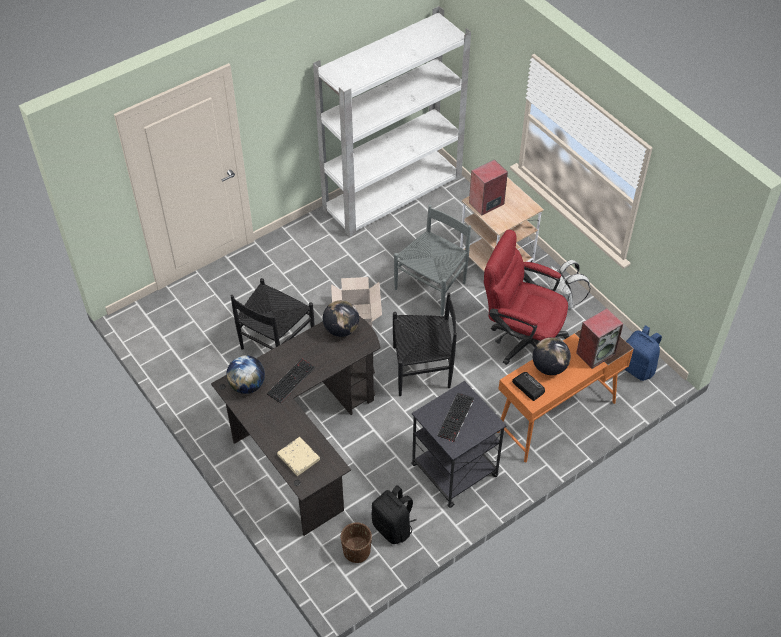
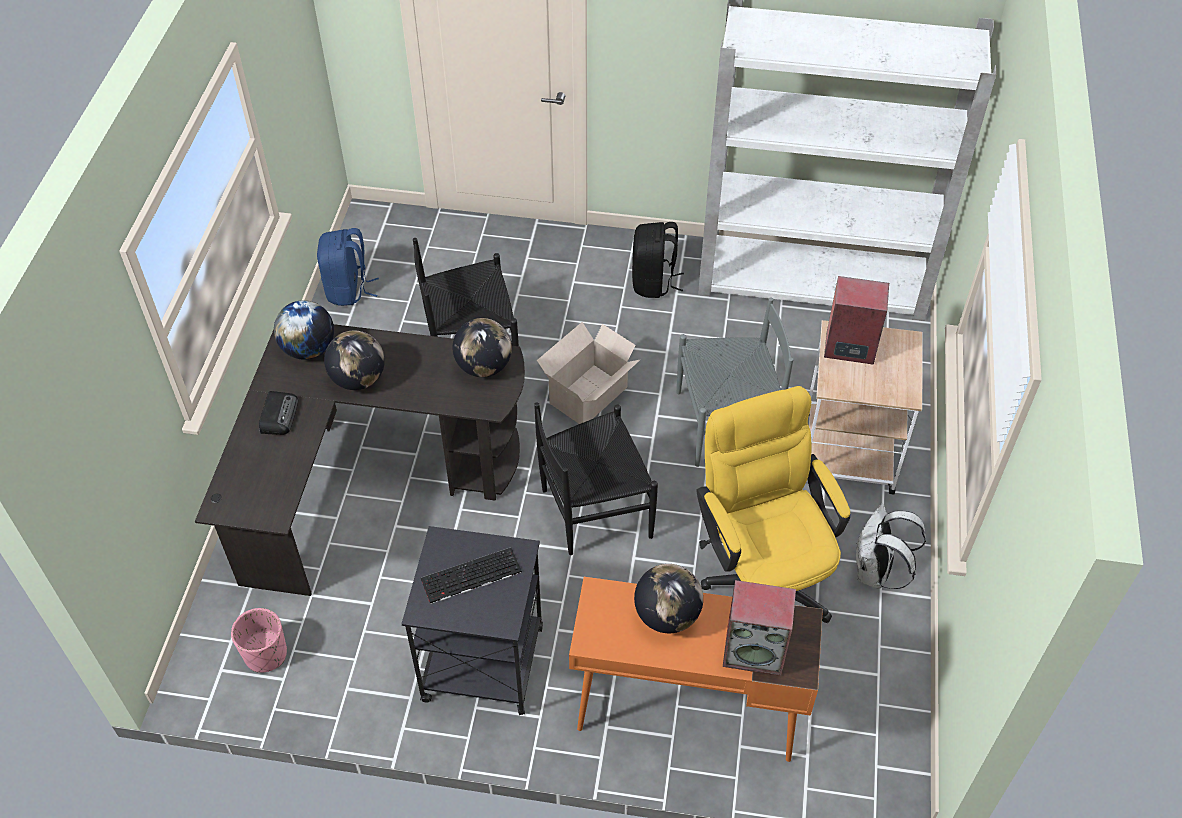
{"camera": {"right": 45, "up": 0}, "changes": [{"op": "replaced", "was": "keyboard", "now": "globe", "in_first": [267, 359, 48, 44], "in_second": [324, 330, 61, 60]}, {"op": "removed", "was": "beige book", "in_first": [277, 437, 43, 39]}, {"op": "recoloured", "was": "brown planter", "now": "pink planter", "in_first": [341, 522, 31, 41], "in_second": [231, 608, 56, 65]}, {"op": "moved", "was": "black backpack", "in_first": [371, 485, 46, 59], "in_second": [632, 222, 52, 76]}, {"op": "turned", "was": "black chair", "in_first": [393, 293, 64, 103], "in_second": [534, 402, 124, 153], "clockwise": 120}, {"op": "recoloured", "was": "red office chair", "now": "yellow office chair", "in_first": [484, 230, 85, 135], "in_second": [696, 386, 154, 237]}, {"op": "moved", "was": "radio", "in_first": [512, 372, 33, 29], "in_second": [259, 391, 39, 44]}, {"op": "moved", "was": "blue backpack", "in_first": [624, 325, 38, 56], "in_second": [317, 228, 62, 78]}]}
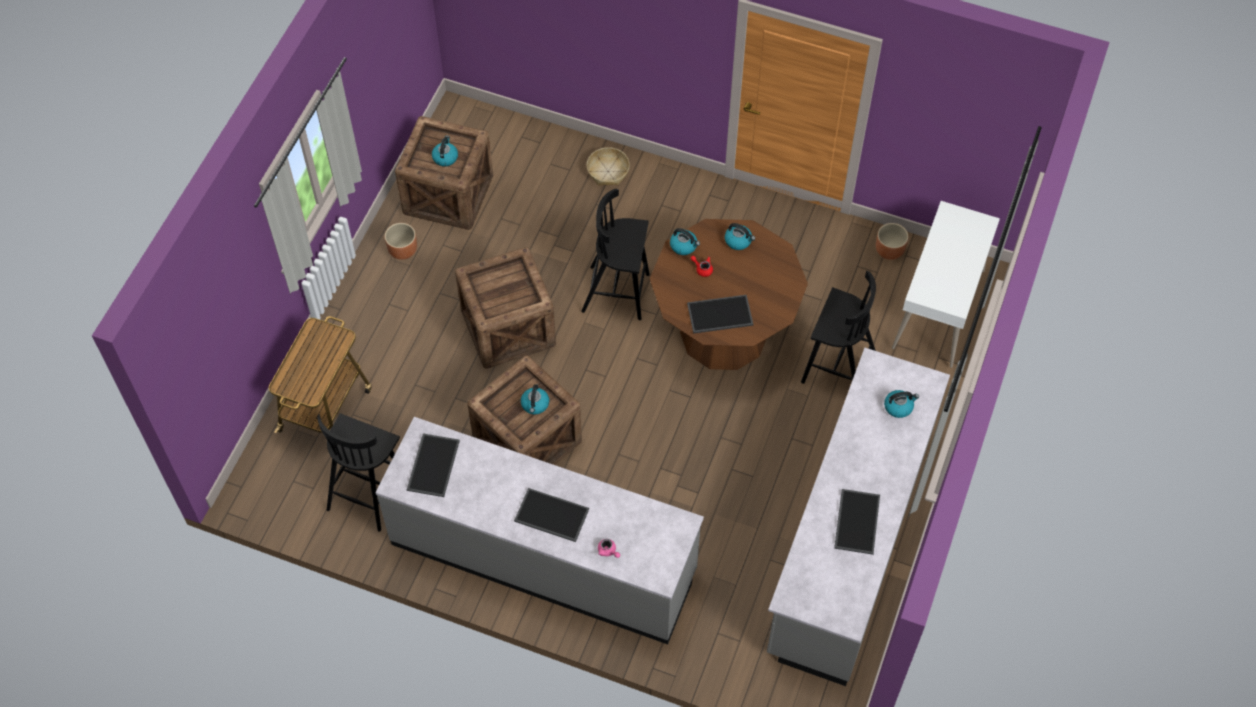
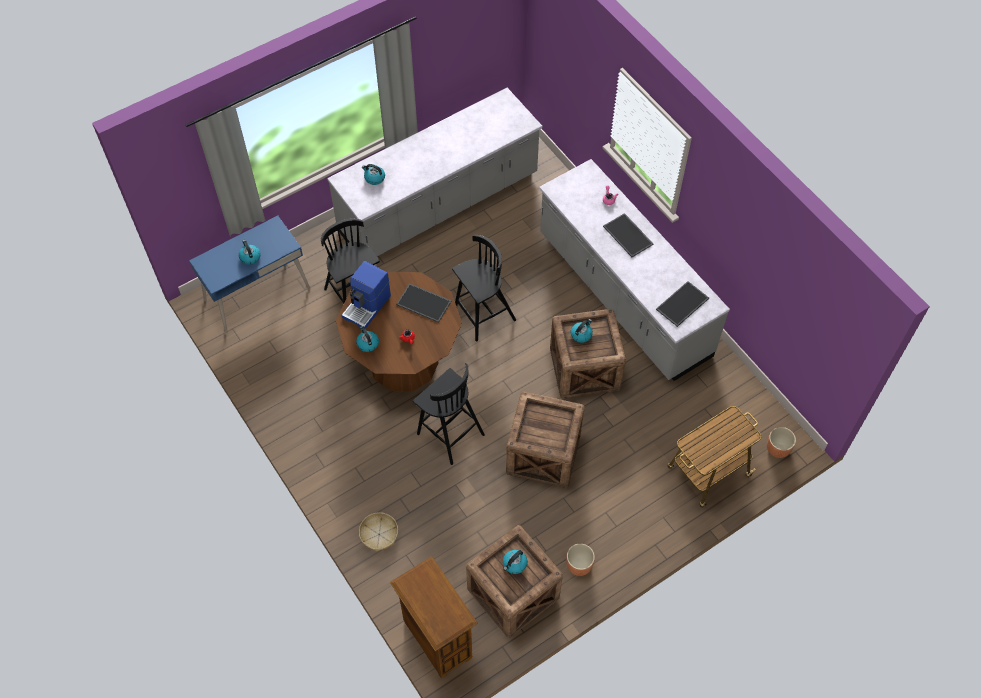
{"camera": {"right": -145, "up": 0}, "changes": [{"op": "moved", "was": "black stool", "in_first": [317, 413, 83, 119], "in_second": [452, 235, 64, 106]}, {"op": "moved", "was": "kettle", "in_first": [670, 228, 30, 27], "in_second": [239, 240, 22, 25]}, {"op": "removed", "was": "tray", "in_first": [834, 489, 46, 66]}, {"op": "moved", "was": "brown planter", "in_first": [876, 223, 33, 37], "in_second": [767, 427, 29, 31]}, {"op": "recoloured", "was": "white desk", "now": "blue desk", "in_first": [892, 201, 108, 167], "in_second": [189, 215, 121, 119]}, {"op": "added", "now": "coffee machine", "in_second": [342, 261, 49, 68]}, {"op": "added", "now": "brown cabinet", "in_second": [390, 556, 88, 123]}]}
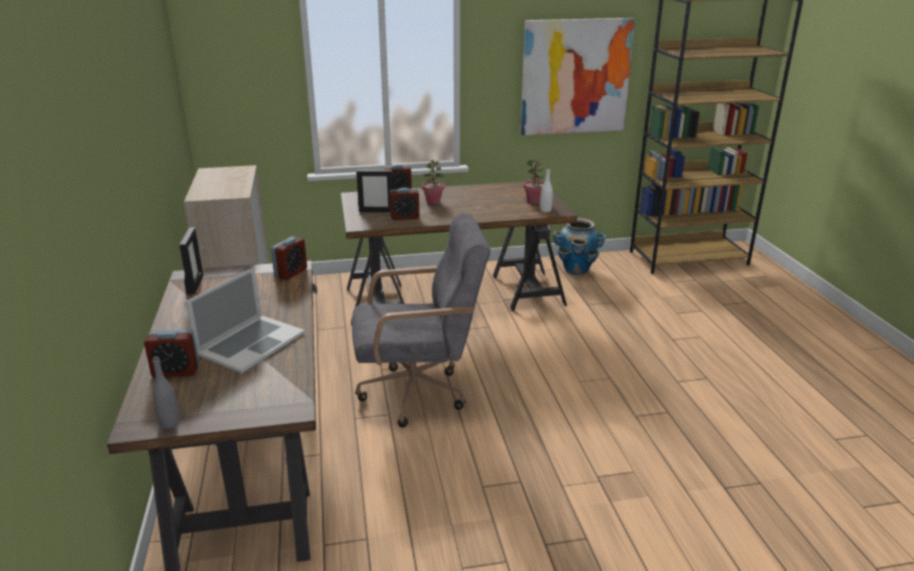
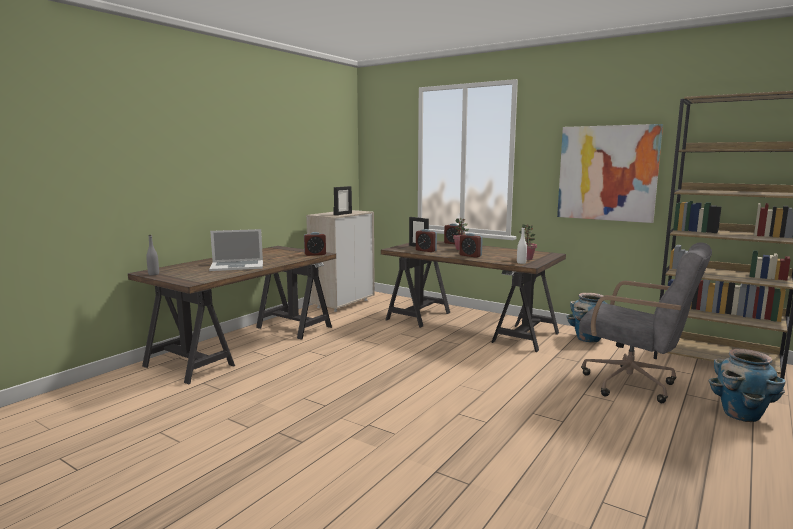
{"camera": {"right": 45, "up": -15}, "changes": [{"op": "moved", "was": "alarm clock", "in_first": [144, 329, 55, 48], "in_second": [460, 233, 23, 25]}, {"op": "moved", "was": "picture frame", "in_first": [179, 227, 24, 68], "in_second": [333, 186, 19, 29]}, {"op": "moved", "was": "grey office chair", "in_first": [352, 213, 139, 215], "in_second": [579, 242, 133, 161]}, {"op": "added", "now": "planter", "in_second": [709, 349, 77, 73]}]}
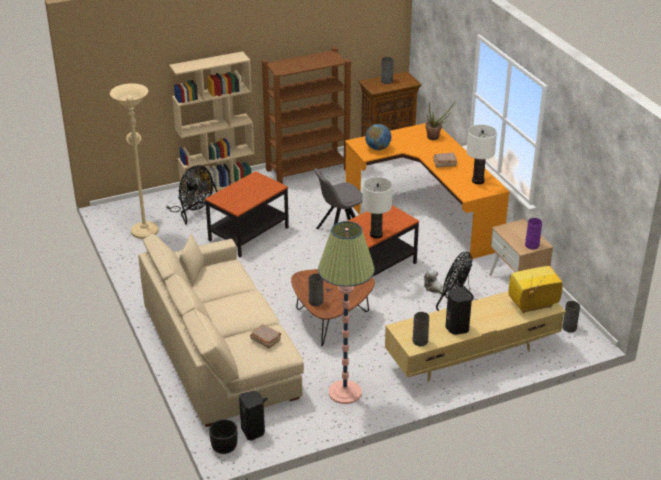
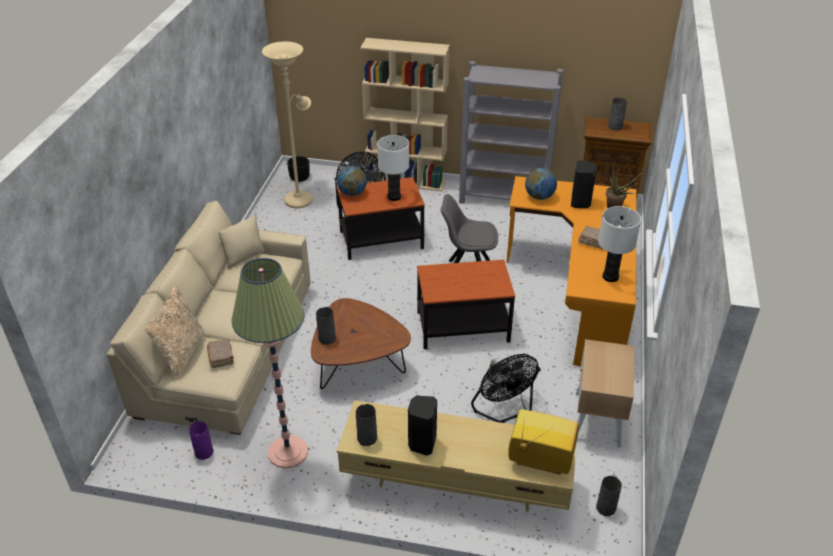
{"camera": {"right": 35, "up": 5}, "changes": [{"op": "moved", "was": "black planter", "in_first": [209, 419, 28, 35], "in_second": [287, 156, 23, 26]}, {"op": "moved", "was": "black speaker", "in_first": [239, 391, 26, 50], "in_second": [571, 160, 26, 48]}, {"op": "recoloured", "was": "brown bookcase", "now": "grey bookcase", "in_first": [262, 47, 89, 137], "in_second": [459, 61, 104, 143]}, {"op": "moved", "was": "white table lamp", "in_first": [363, 177, 30, 61], "in_second": [377, 135, 32, 66]}, {"op": "moved", "was": "purple vase", "in_first": [525, 218, 17, 32], "in_second": [189, 421, 24, 39]}, {"op": "added", "now": "beige pillow", "in_second": [145, 286, 60, 91]}, {"op": "added", "now": "globe", "in_second": [337, 166, 30, 30]}]}
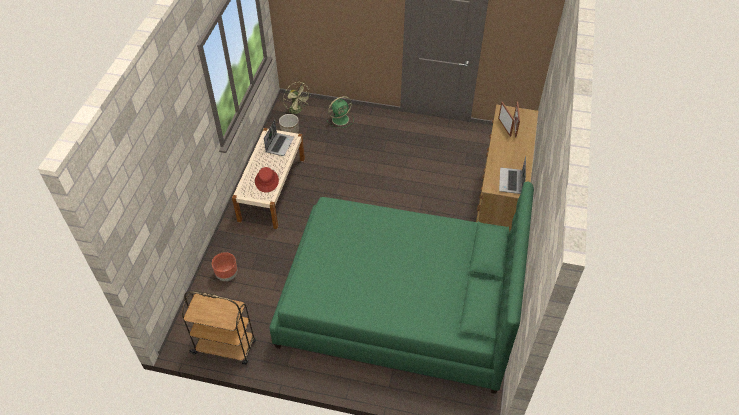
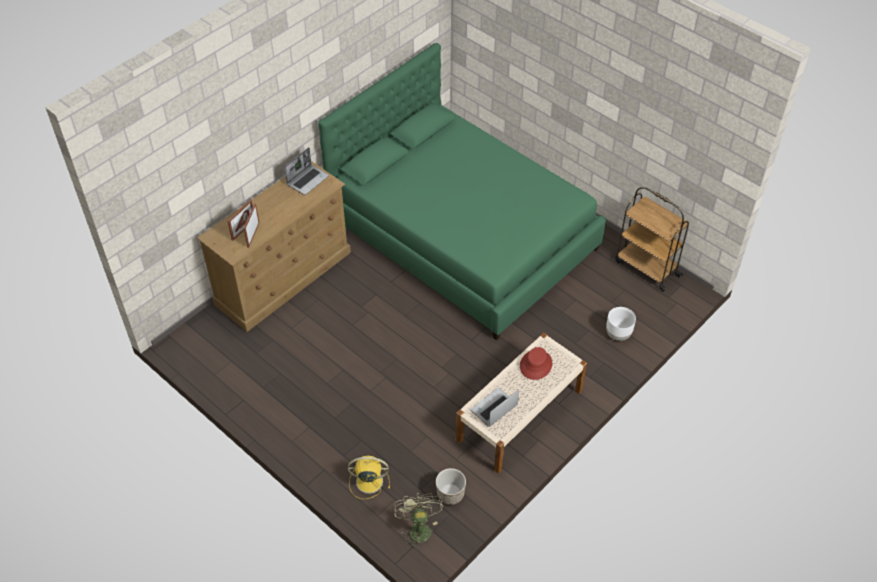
{"camera": {"right": -150, "up": 0}, "changes": [{"op": "recoloured", "was": "brown planter", "now": "white planter", "in_first": [212, 252, 25, 29], "in_second": [606, 307, 30, 34]}, {"op": "recoloured", "was": "green fan", "now": "yellow fan", "in_first": [327, 96, 27, 32], "in_second": [348, 456, 42, 43]}]}
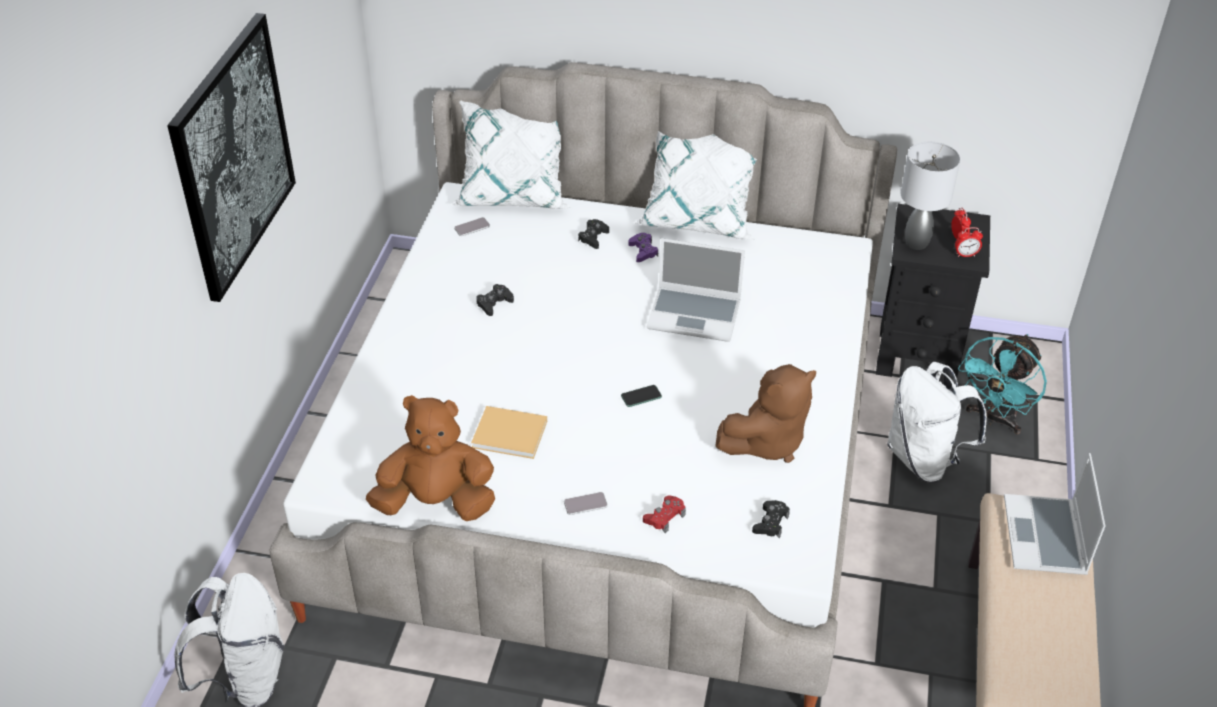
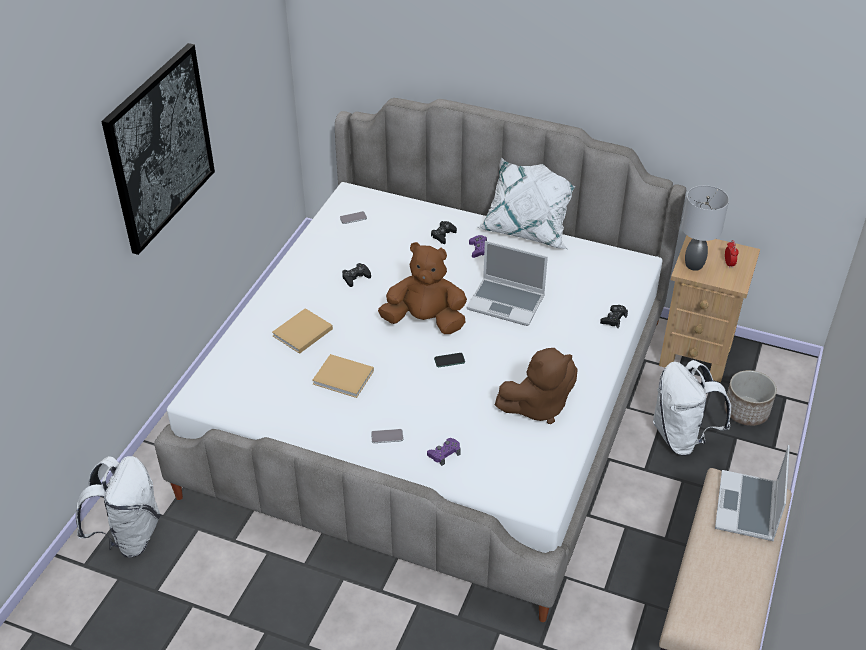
{"camera": {"right": 10, "up": 0}, "changes": [{"op": "moved", "was": "brown plush toy", "in_first": [366, 395, 129, 126], "in_second": [378, 242, 89, 92]}, {"op": "removed", "was": "white pillow", "in_first": [451, 101, 120, 108]}, {"op": "recoloured", "was": "red game controller", "now": "purple game controller", "in_first": [643, 496, 43, 37], "in_second": [427, 438, 34, 28]}, {"op": "moved", "was": "black game controller", "in_first": [752, 500, 38, 38], "in_second": [600, 305, 28, 23]}, {"op": "recoloured", "was": "black nightstand", "now": "beige nightstand", "in_first": [876, 204, 114, 180], "in_second": [659, 235, 101, 147]}, {"op": "removed", "was": "alarm clock", "in_first": [955, 227, 28, 30]}, {"op": "replaced", "was": "turquoise fan", "now": "planter", "in_first": [958, 334, 89, 100], "in_second": [724, 370, 53, 56]}, {"op": "added", "now": "beige book", "in_second": [272, 308, 61, 46]}]}
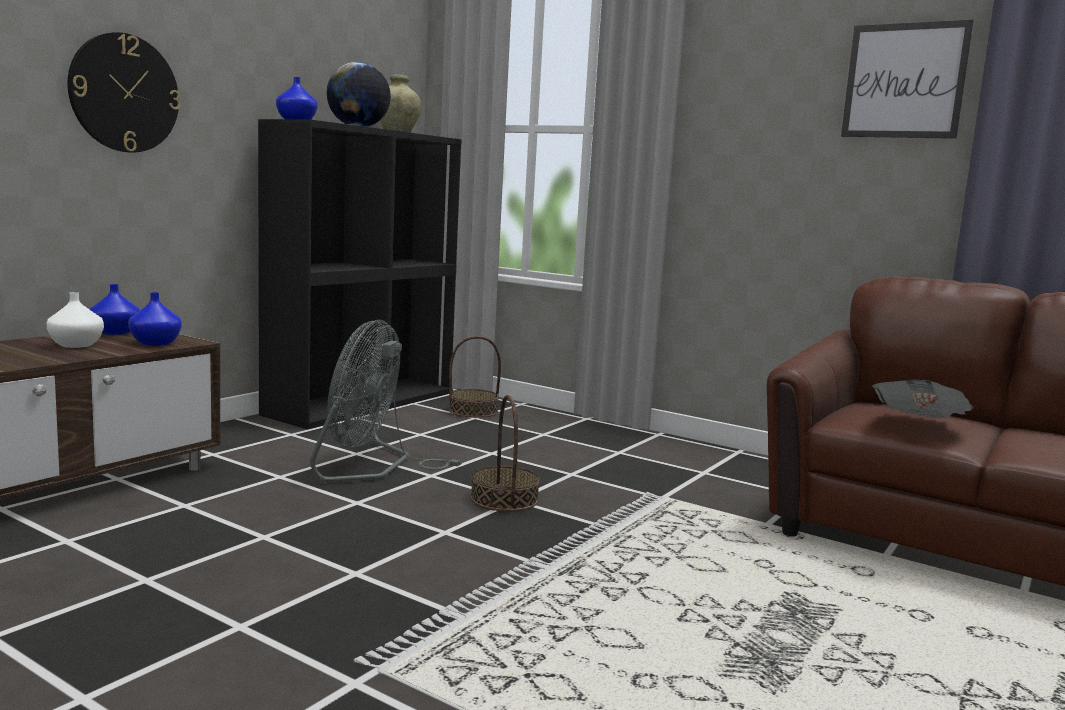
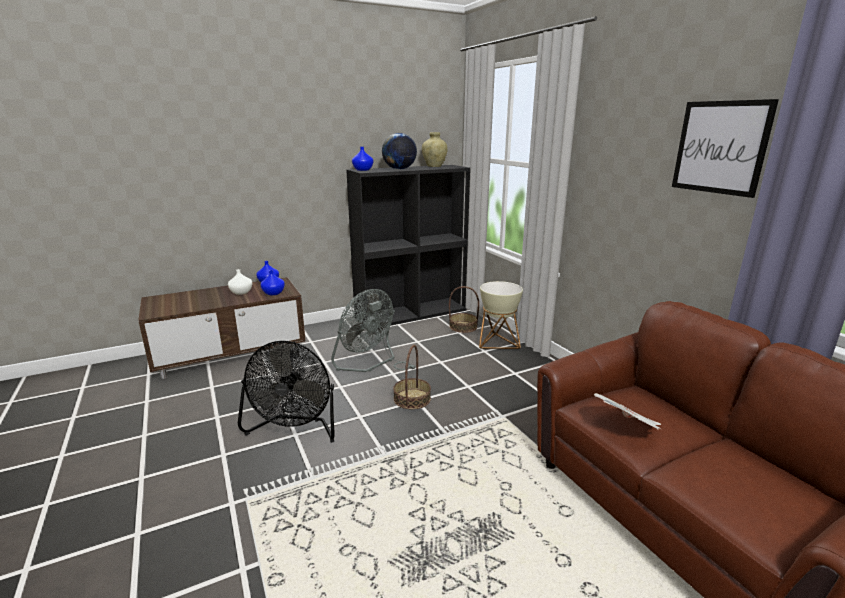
{"camera": {"right": 30, "up": 10}, "changes": [{"op": "removed", "was": "wall clock", "in_first": [68, 32, 113, 121]}, {"op": "added", "now": "black fan", "in_second": [238, 341, 97, 102]}, {"op": "added", "now": "planter", "in_second": [479, 281, 44, 68]}]}
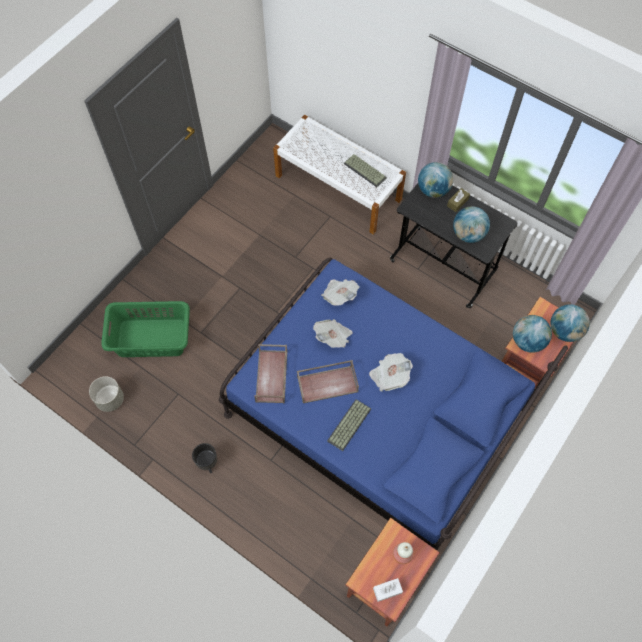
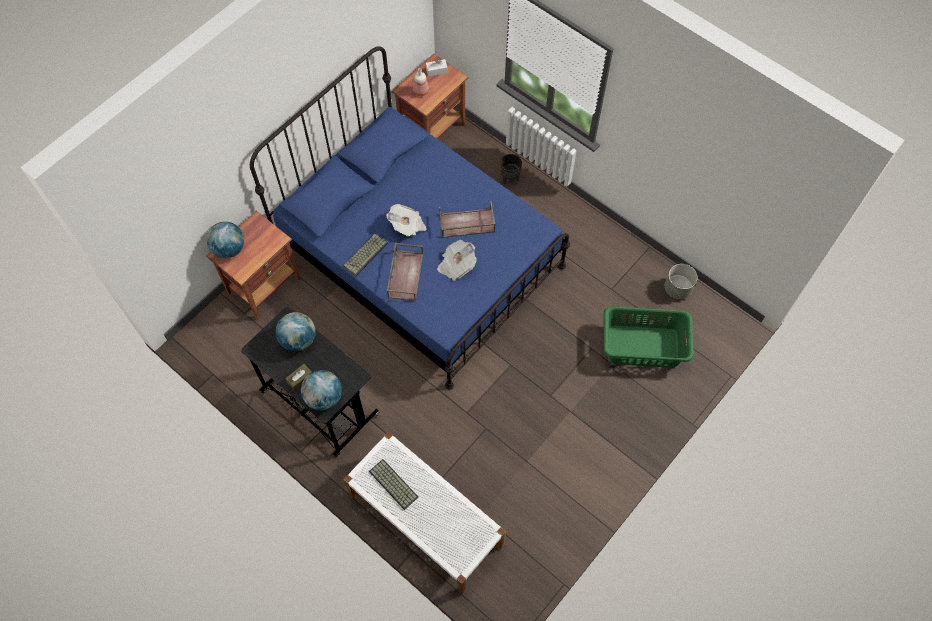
{"camera": {"right": -175, "up": 0}, "changes": [{"op": "moved", "was": "black planter", "in_first": [192, 443, 25, 30], "in_second": [501, 154, 21, 31]}, {"op": "moved", "was": "brown tray", "in_first": [254, 344, 33, 59], "in_second": [387, 243, 36, 58]}, {"op": "removed", "was": "newspaper", "in_first": [321, 279, 39, 27]}, {"op": "moved", "was": "keyboard", "in_first": [327, 399, 44, 52], "in_second": [343, 233, 45, 44]}, {"op": "removed", "was": "globe", "in_first": [513, 315, 39, 38]}]}
